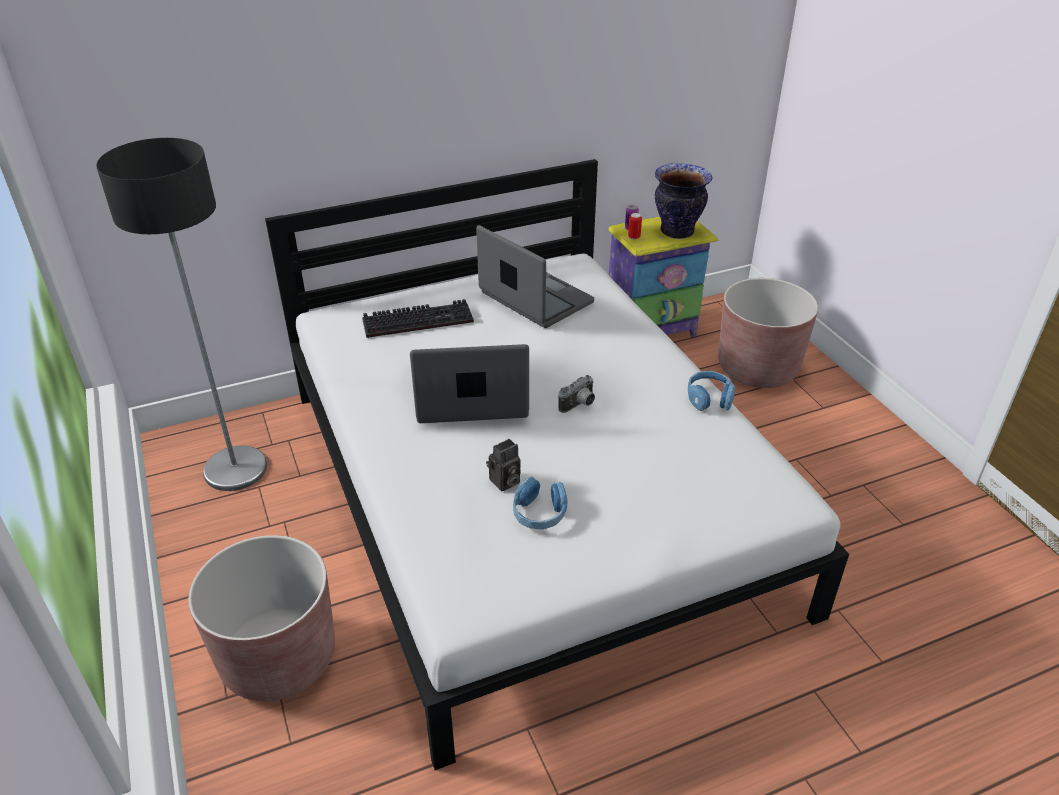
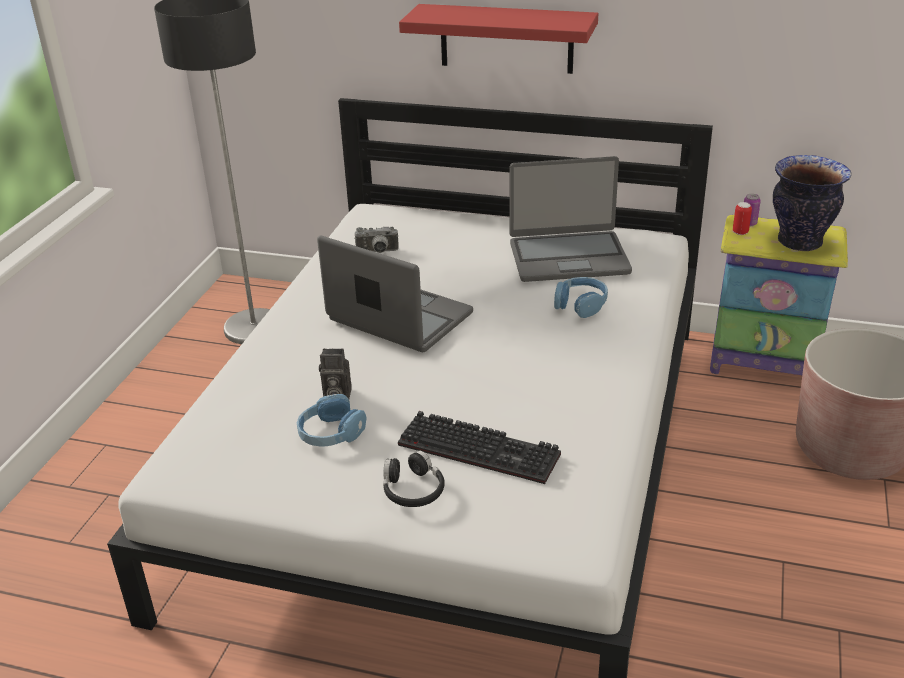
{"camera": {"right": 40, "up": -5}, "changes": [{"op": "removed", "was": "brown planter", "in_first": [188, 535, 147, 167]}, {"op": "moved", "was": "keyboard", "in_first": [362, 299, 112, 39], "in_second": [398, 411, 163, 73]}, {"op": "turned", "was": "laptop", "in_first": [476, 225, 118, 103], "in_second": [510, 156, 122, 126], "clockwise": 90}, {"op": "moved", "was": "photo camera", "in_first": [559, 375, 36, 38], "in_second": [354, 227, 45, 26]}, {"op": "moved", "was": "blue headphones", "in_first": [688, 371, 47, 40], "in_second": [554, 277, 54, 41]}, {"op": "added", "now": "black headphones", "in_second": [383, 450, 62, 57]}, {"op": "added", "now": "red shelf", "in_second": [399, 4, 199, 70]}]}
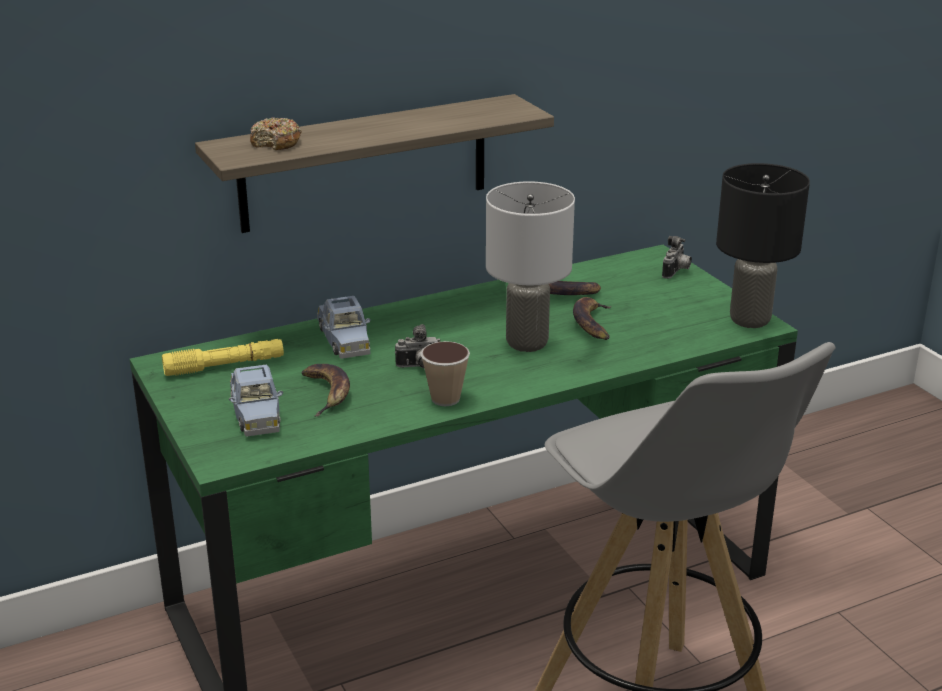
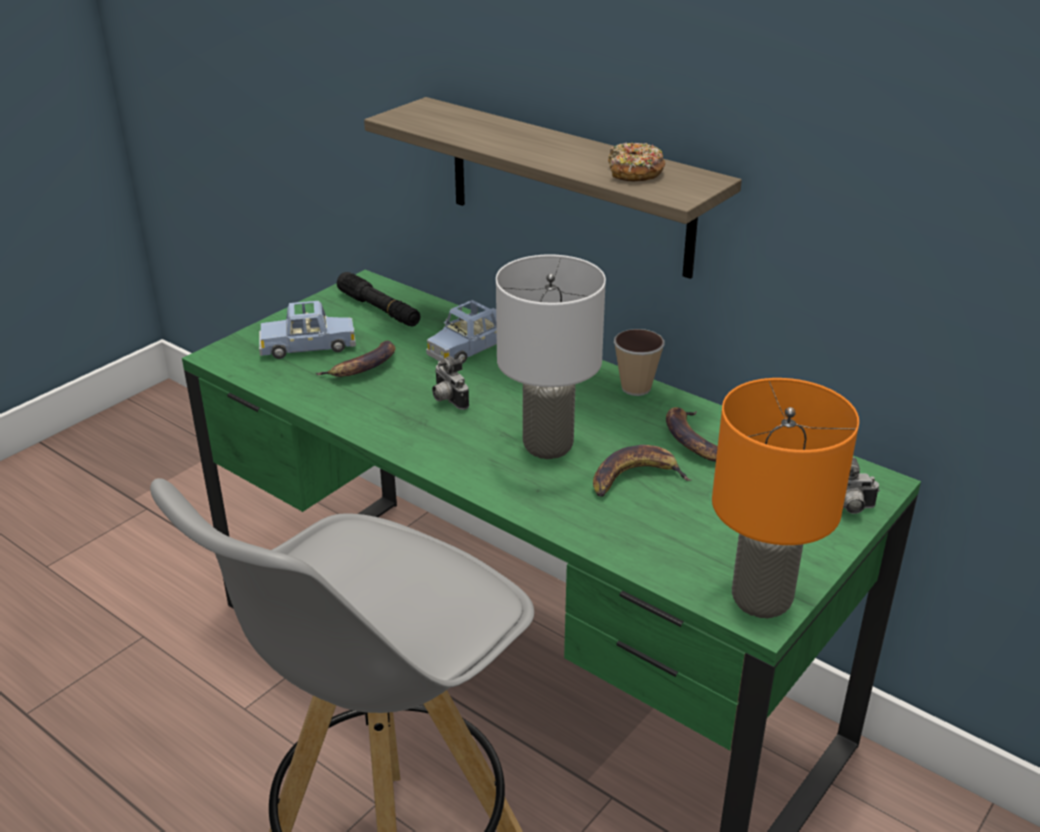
{"camera": {"right": 65, "up": 5}, "changes": [{"op": "recoloured", "was": "yellow flashlight", "now": "black flashlight", "in_first": [162, 339, 122, 37], "in_second": [337, 272, 83, 55]}, {"op": "turned", "was": "blue toy car", "in_first": [229, 364, 54, 73], "in_second": [259, 301, 97, 58], "clockwise": -150}, {"op": "moved", "was": "donut", "in_first": [250, 117, 52, 33], "in_second": [608, 143, 57, 38]}, {"op": "moved", "was": "cup", "in_first": [420, 341, 50, 65], "in_second": [614, 329, 51, 67]}, {"op": "recoloured", "was": "black table lamp", "now": "orange table lamp", "in_first": [716, 163, 94, 165], "in_second": [712, 378, 147, 240]}]}
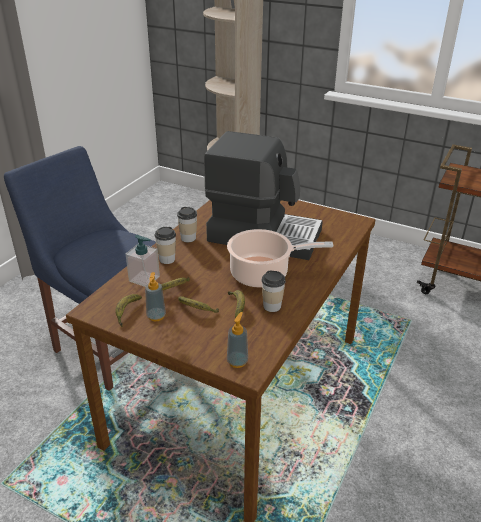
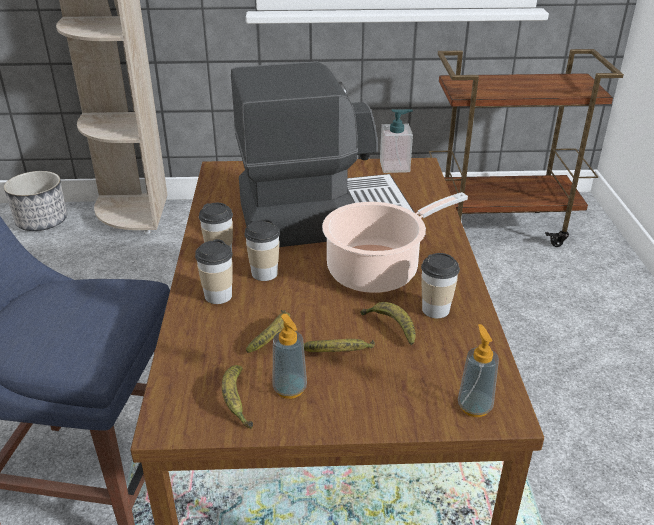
{"camera": {"right": -30, "up": 0}, "changes": [{"op": "moved", "was": "soap dispenser", "in_first": [126, 235, 34, 52], "in_second": [380, 109, 33, 64]}, {"op": "added", "now": "planter", "in_second": [4, 171, 63, 60]}, {"op": "added", "now": "cup", "in_second": [244, 219, 36, 62]}]}
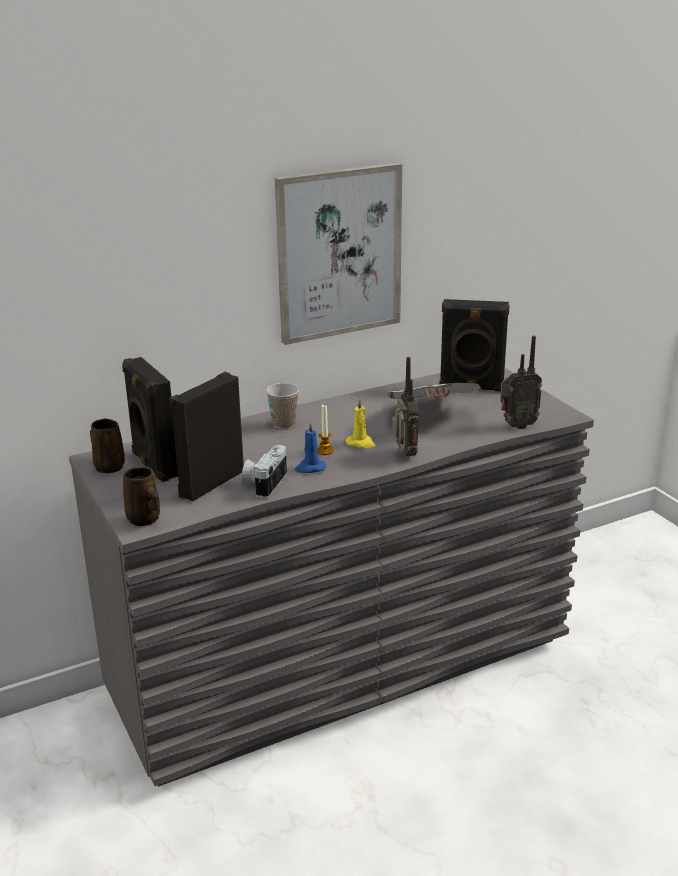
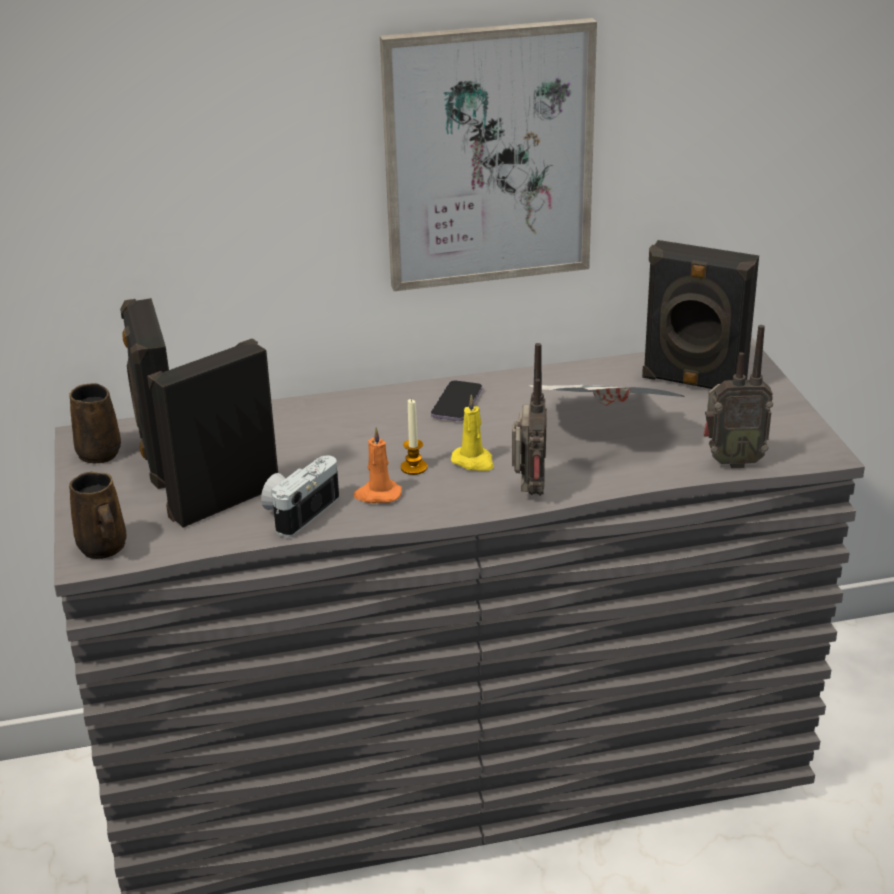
{"camera": {"right": 15, "up": 5}, "changes": [{"op": "removed", "was": "cup", "in_first": [266, 383, 33, 46]}, {"op": "recoloured", "was": "blue candle", "now": "orange candle", "in_first": [295, 422, 31, 51], "in_second": [353, 427, 49, 76]}, {"op": "added", "now": "phone", "in_second": [431, 380, 51, 41]}]}
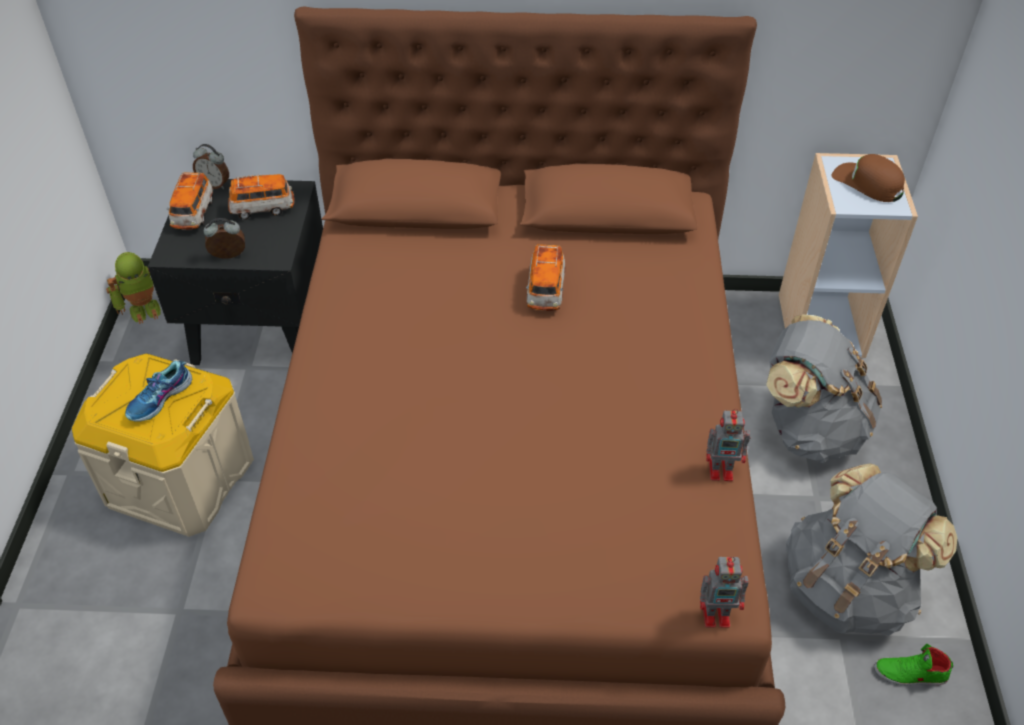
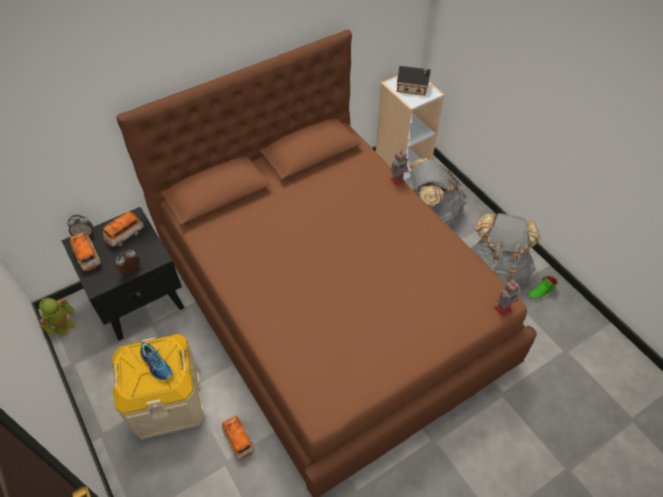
{"camera": {"right": -35, "up": 5}, "changes": [{"op": "turned", "was": "shoe", "in_first": [125, 361, 67, 61], "in_second": [140, 342, 33, 38], "clockwise": -45}, {"op": "moved", "was": "toy car", "in_first": [526, 244, 40, 67], "in_second": [222, 416, 32, 44]}, {"op": "moved", "was": "toy robot", "in_first": [706, 409, 44, 72], "in_second": [390, 149, 19, 37]}, {"op": "replaced", "was": "brown cap", "now": "toy house", "in_first": [831, 154, 74, 48], "in_second": [397, 66, 34, 29]}]}
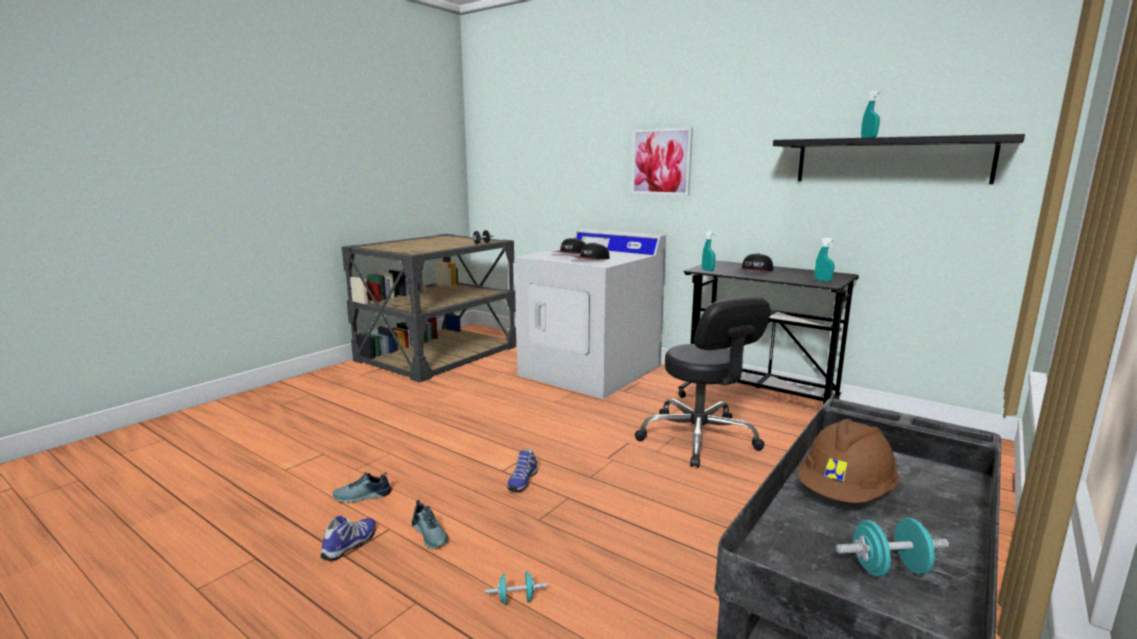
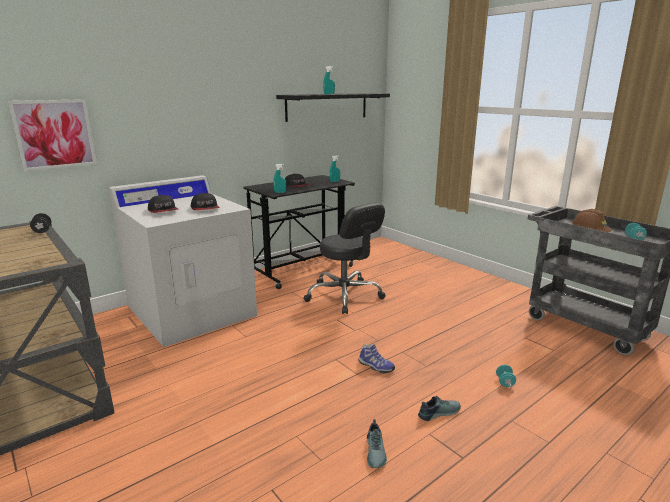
{"camera": {"right": -75, "up": 5}, "changes": [{"op": "removed", "was": "shoe", "in_first": [321, 516, 55, 45]}, {"op": "moved", "was": "picture", "in_first": [631, 127, 62, 69], "in_second": [8, 99, 89, 72]}, {"op": "turned", "was": "black office chair", "in_first": [635, 297, 135, 171], "in_second": [304, 202, 81, 112], "clockwise": 60}]}
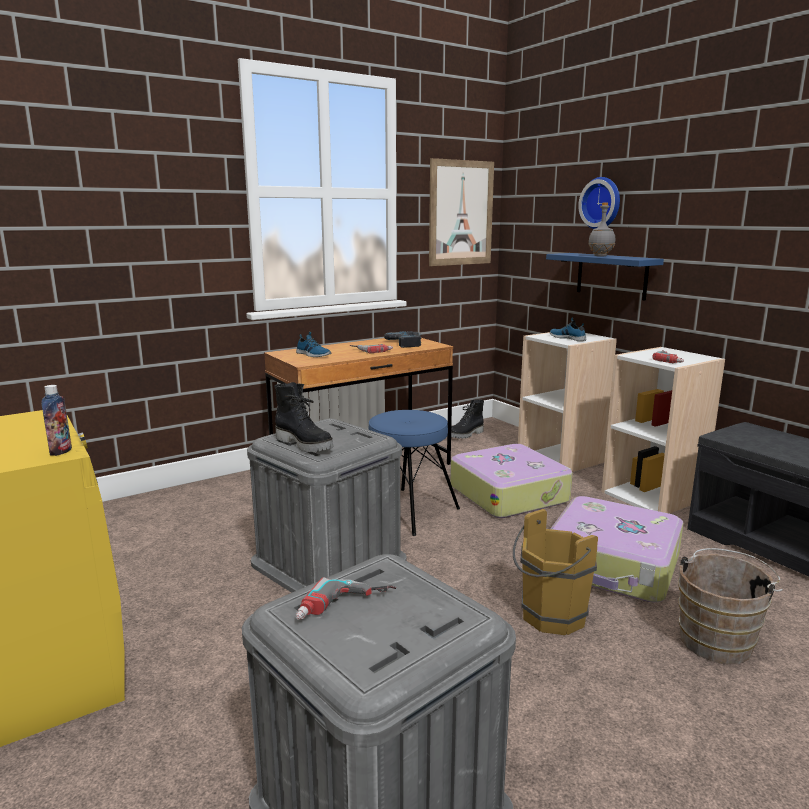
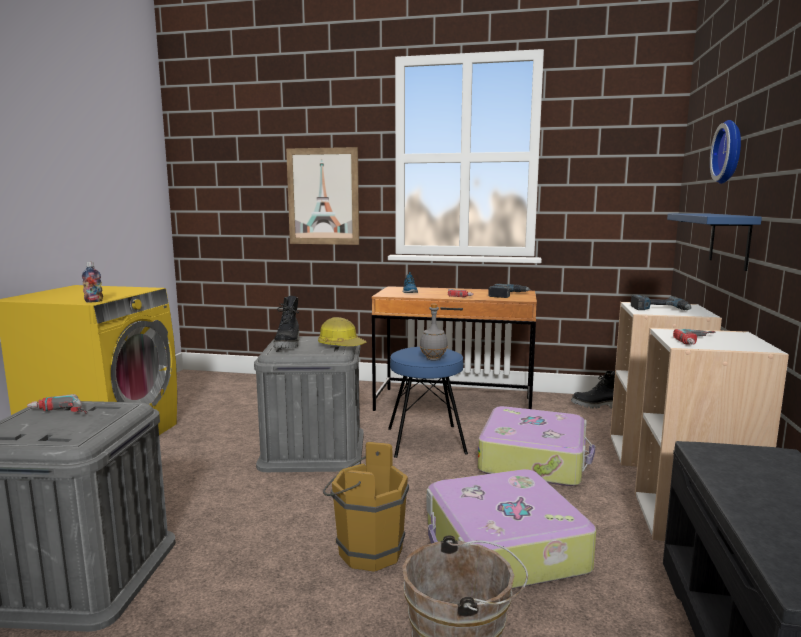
{"camera": {"right": 45, "up": -5}, "changes": [{"op": "moved", "was": "picture", "in_first": [429, 158, 65, 108], "in_second": [286, 147, 73, 98]}, {"op": "replaced", "was": "shoe", "now": "power drill", "in_first": [550, 318, 36, 23], "in_second": [631, 295, 61, 15]}, {"op": "moved", "was": "grey bottle", "in_first": [588, 203, 27, 54], "in_second": [420, 304, 28, 56]}, {"op": "added", "now": "hard hat", "in_second": [318, 317, 49, 29]}]}
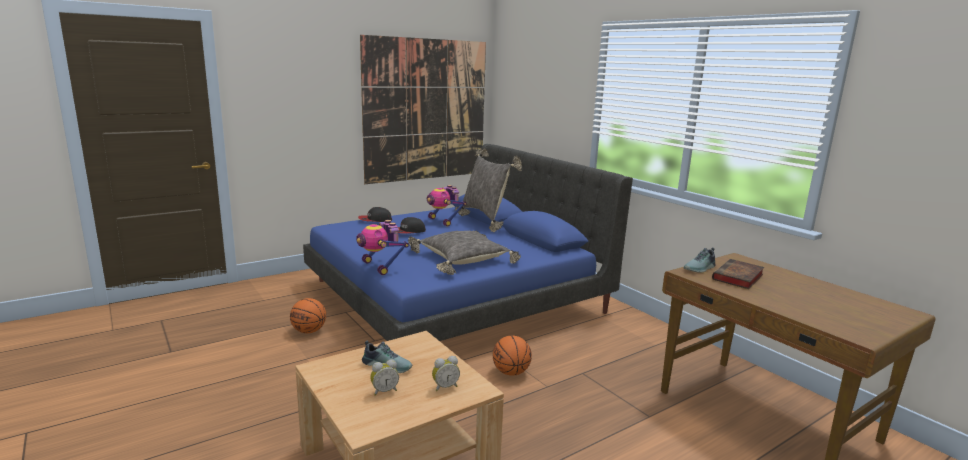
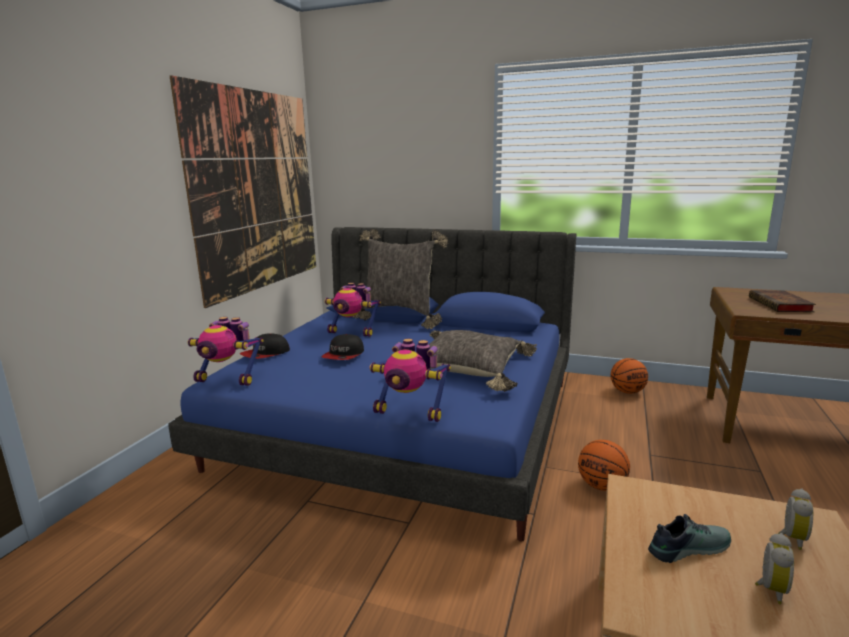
{"camera": {"right": -35, "up": 0}, "changes": [{"op": "moved", "was": "basketball", "in_first": [290, 298, 36, 35], "in_second": [611, 358, 37, 36]}, {"op": "removed", "was": "shoe", "in_first": [684, 247, 31, 26]}, {"op": "added", "now": "toy robot", "in_second": [188, 317, 76, 69]}]}
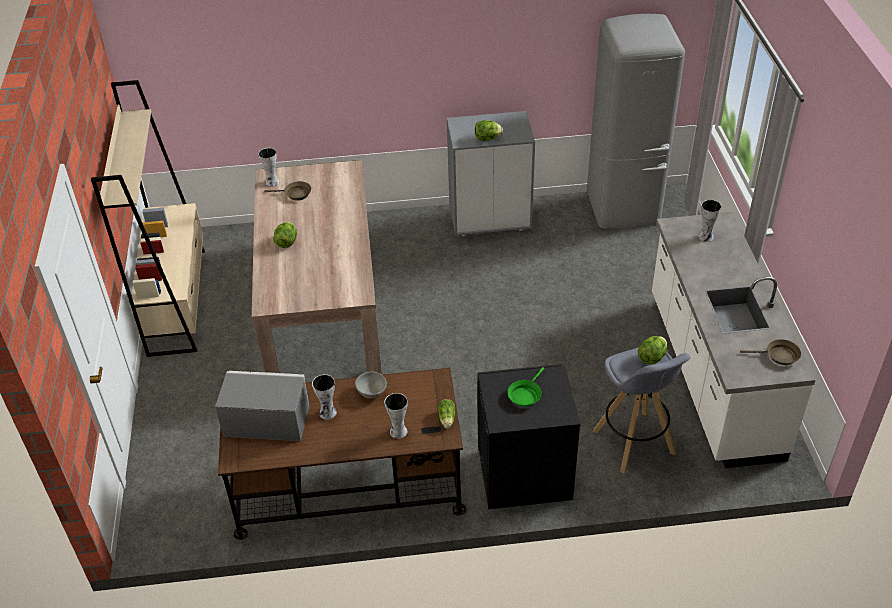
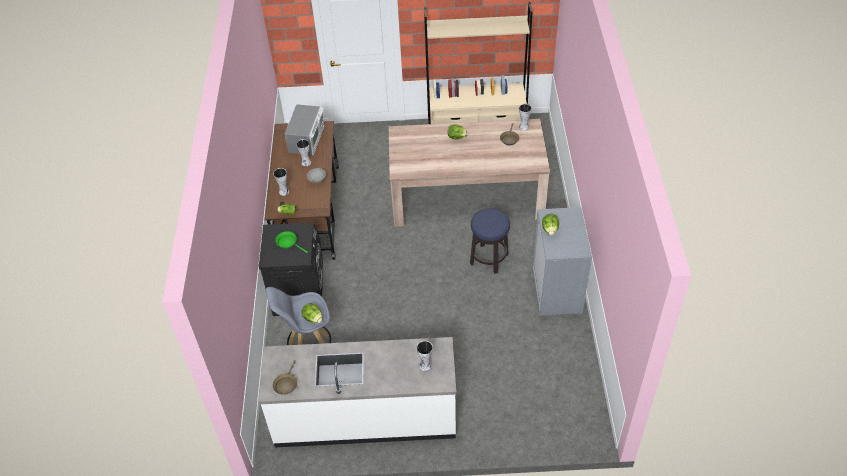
{"camera": {"right": 95, "up": 5}, "changes": [{"op": "removed", "was": "grey fridge", "in_first": [587, 14, 98, 215]}, {"op": "added", "now": "stool", "in_second": [470, 208, 40, 66]}]}
